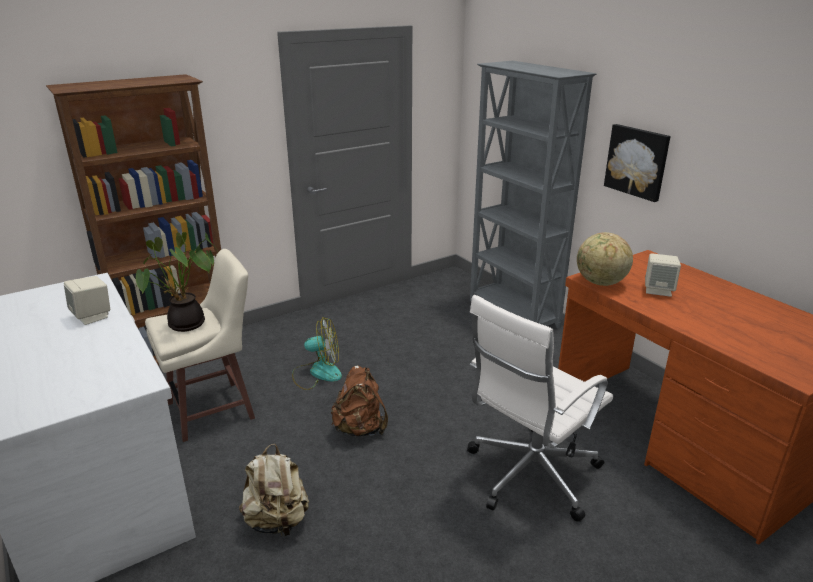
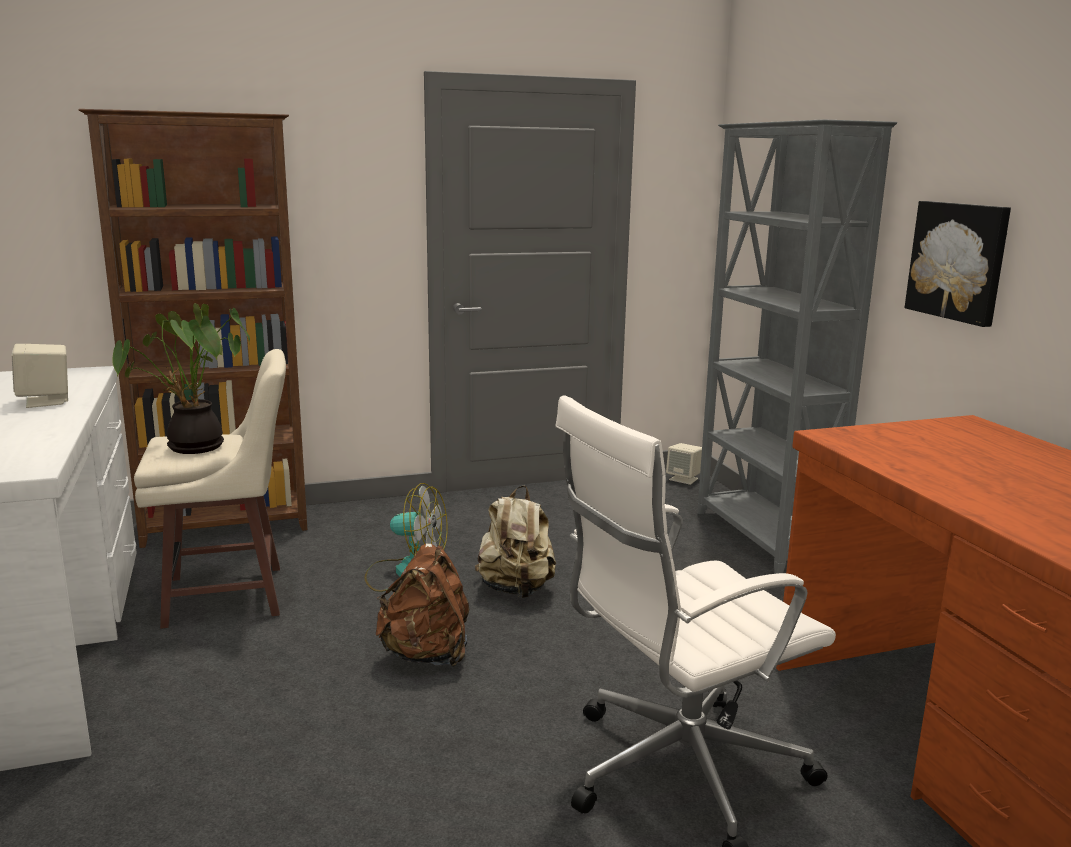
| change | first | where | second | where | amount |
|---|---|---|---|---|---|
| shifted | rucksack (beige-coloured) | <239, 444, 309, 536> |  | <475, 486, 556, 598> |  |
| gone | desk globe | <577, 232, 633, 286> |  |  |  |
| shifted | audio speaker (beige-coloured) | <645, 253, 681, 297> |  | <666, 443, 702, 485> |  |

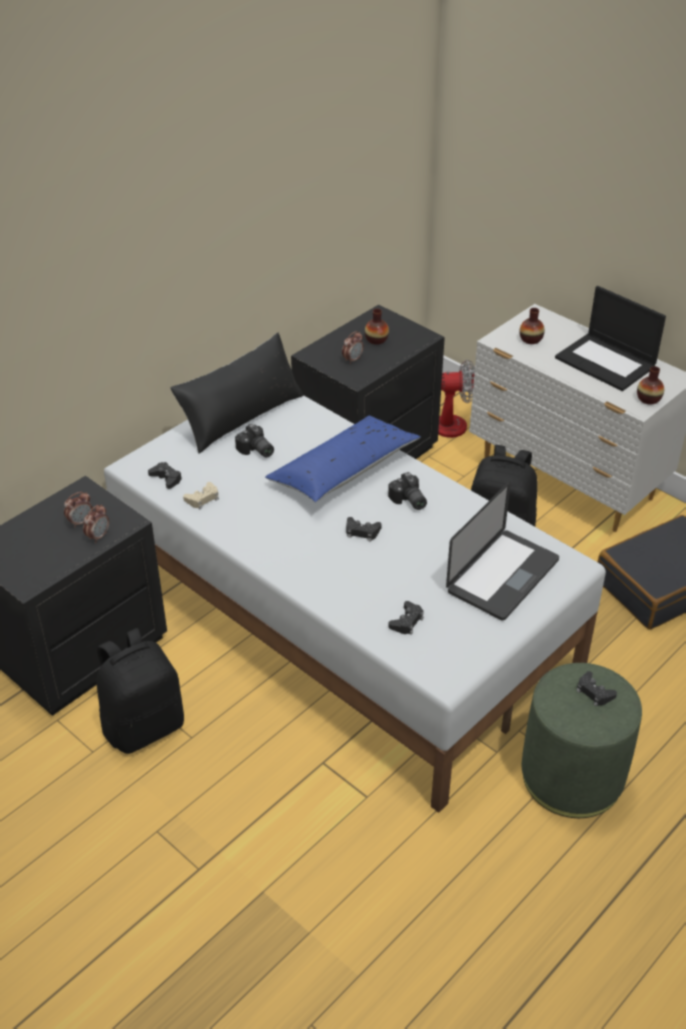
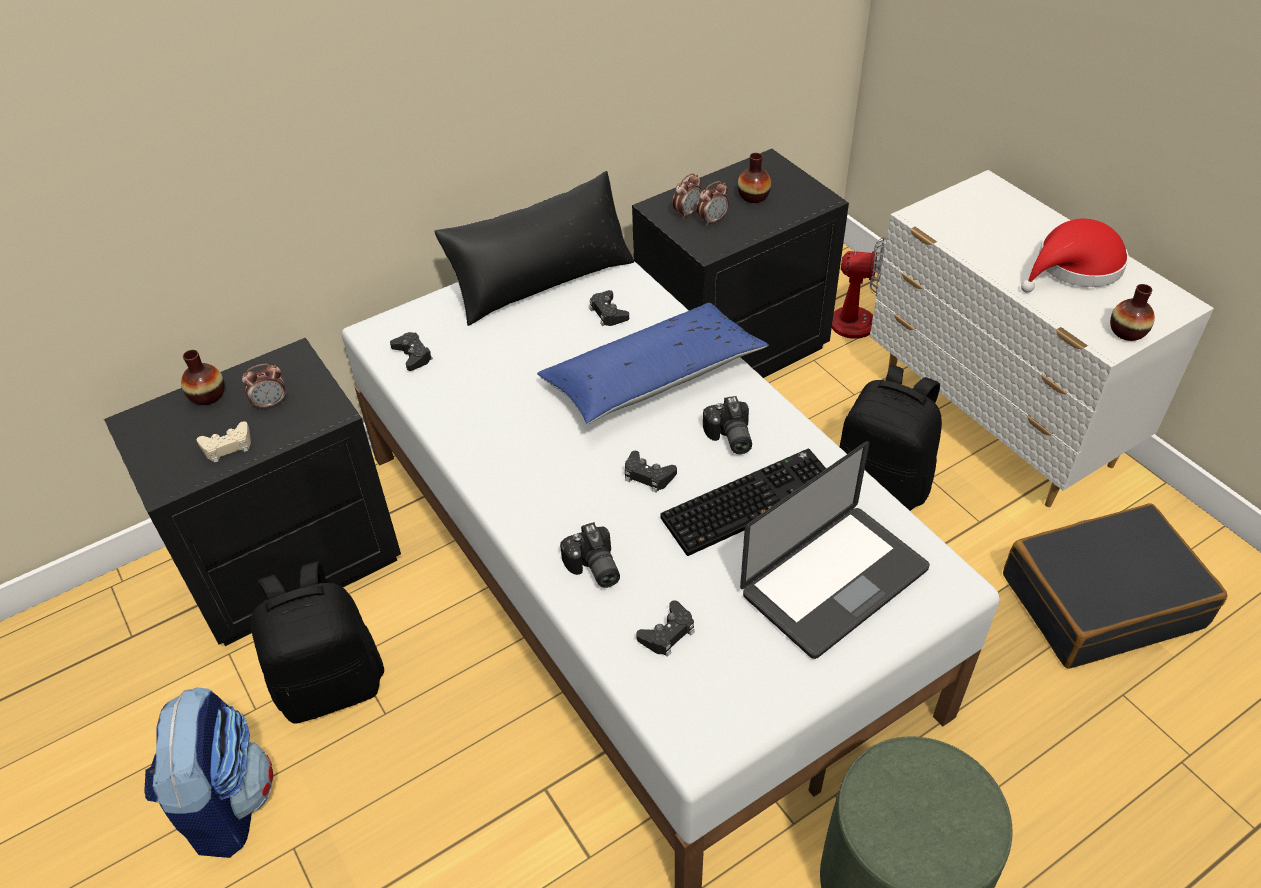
| change | first | where | second | where | amount |
|---|---|---|---|---|---|
| shifted | table clock | <83, 505, 109, 543> |  | <672, 173, 702, 219> |  |
| shifted | gamepad (beige-coloured) | <183, 482, 219, 509> |  | <197, 421, 251, 463> |  |
| shifted | still camera | <235, 423, 274, 457> |  | <560, 522, 620, 588> |  |
| shifted | flower vase | <520, 308, 545, 344> |  | <181, 350, 225, 405> |  |
| swapped | laptop | <555, 286, 666, 391> | wearable hat (red) | <1021, 219, 1129, 293> |  |
| shifted | gamepad (black) | <576, 671, 617, 707> |  | <590, 290, 629, 326> |  |
| new |  |  | rucksack | <144, 687, 273, 858> |  |
| new |  |  | computer keyboard | <660, 448, 826, 556> |  |

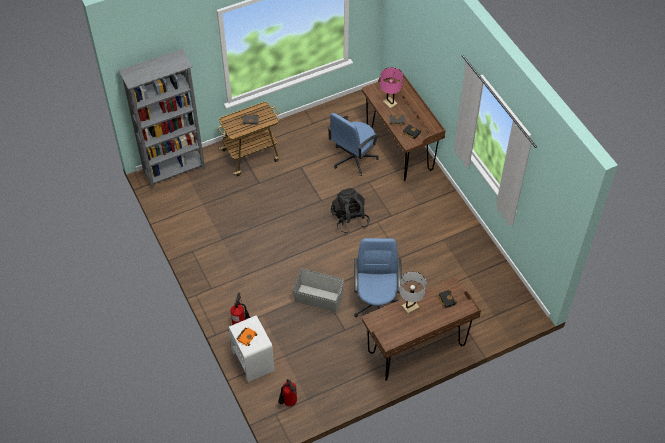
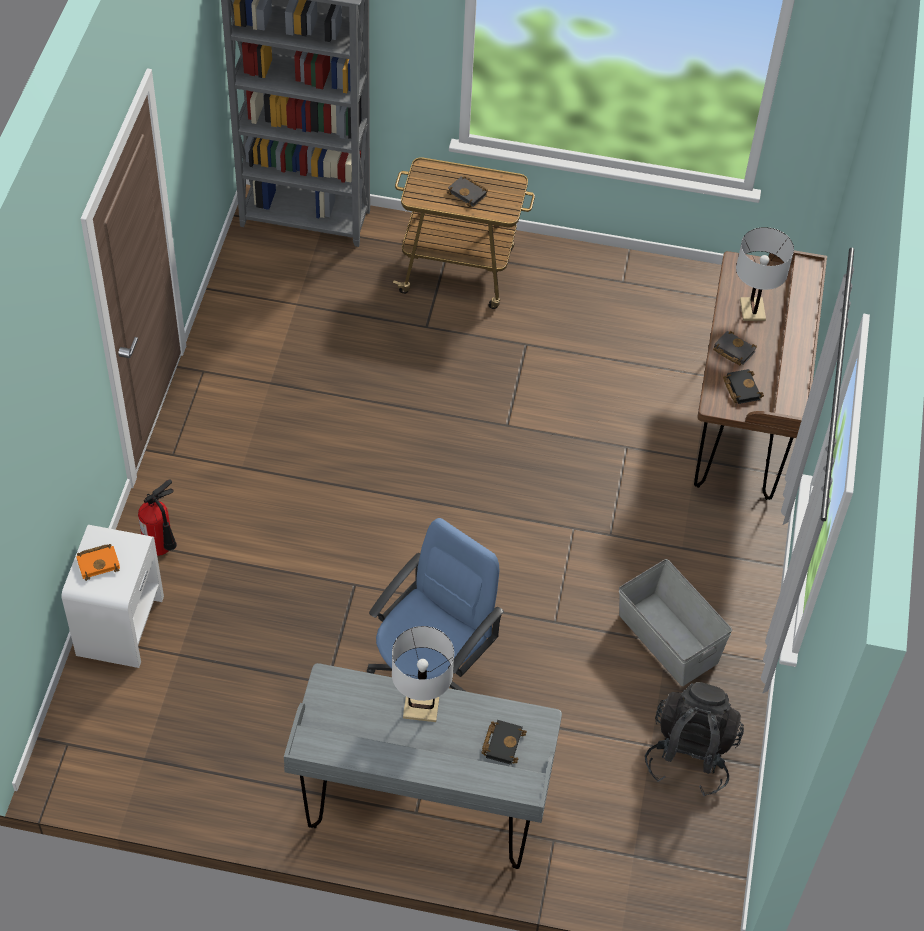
| change | first | where | second | where | amount |
|---|---|---|---|---|---|
| gone | fire-fighting cylinder | <278, 379, 297, 406> |  |  |  |
| shifted | storage container (gray) | <293, 269, 344, 312> |  | <619, 559, 732, 686> |  |
| gone | desk chair (bluish) | <328, 113, 379, 176> |  |  |  |
| shifted | rucksack (black) | <331, 188, 370, 233> |  | <645, 682, 744, 796> |  |
| repainted | desk (brown-coloured) | <362, 277, 481, 381> | desk (gray) | <284, 663, 562, 869> |  |
| repainted | lamp for a table (pinkish) | <380, 67, 403, 109> | lamp for a table (white-coloured) | <736, 227, 794, 321> |  |

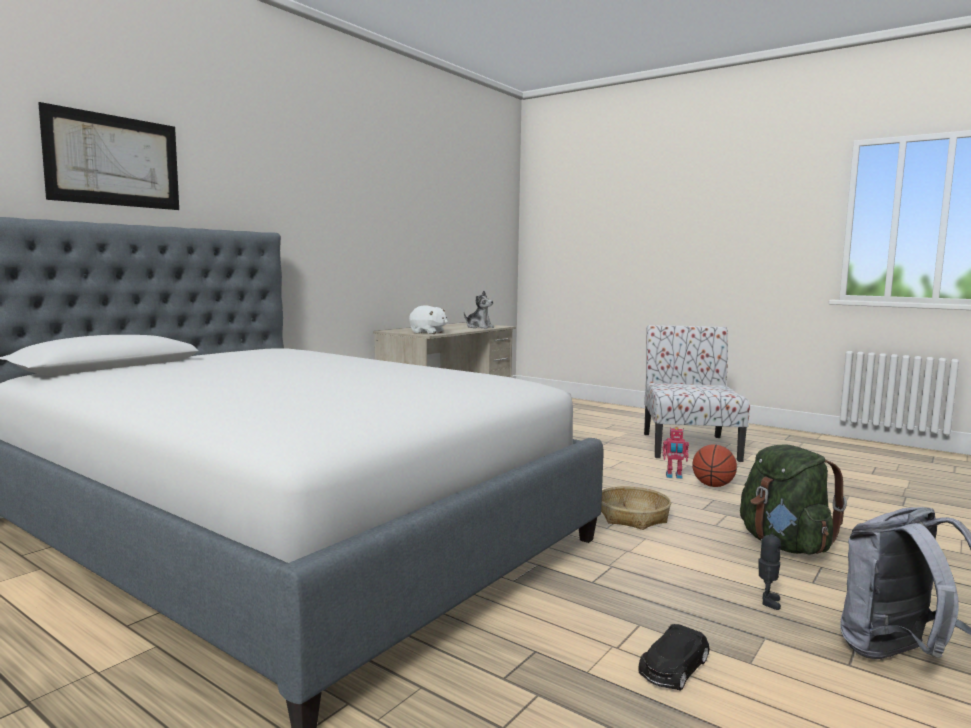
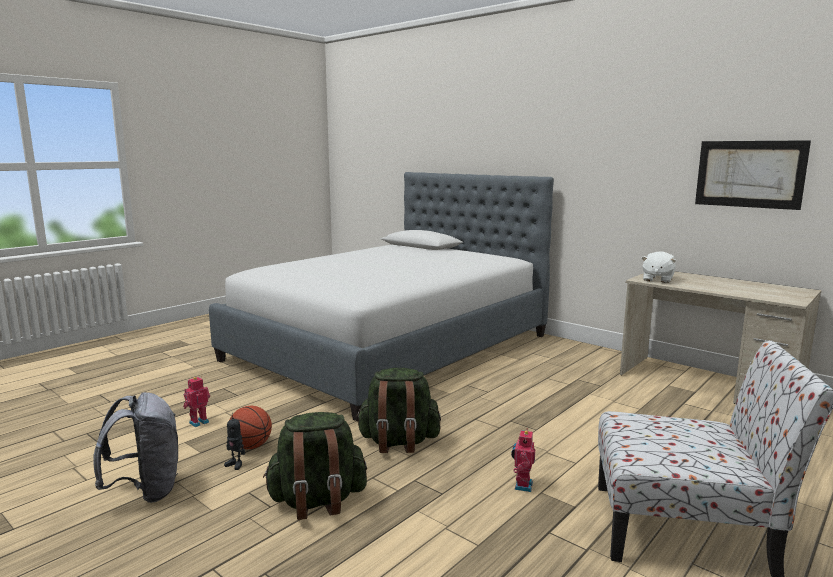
| change | first | where | second | where | amount |
|---|---|---|---|---|---|
| shifted | picture | <38, 102, 179, 210> |  | <695, 140, 811, 210> |  |
| gone | soft toy | <464, 291, 494, 329> |  |  |  |
| swapped | basket | <601, 486, 671, 530> | rucksack (green) | <356, 368, 441, 453> |  |
| swapped | miniature car (black) | <638, 624, 709, 691> | robot figure | <183, 377, 210, 427> |  |
| shifted | basketball ball | <692, 444, 737, 487> |  | <230, 406, 272, 449> |  |

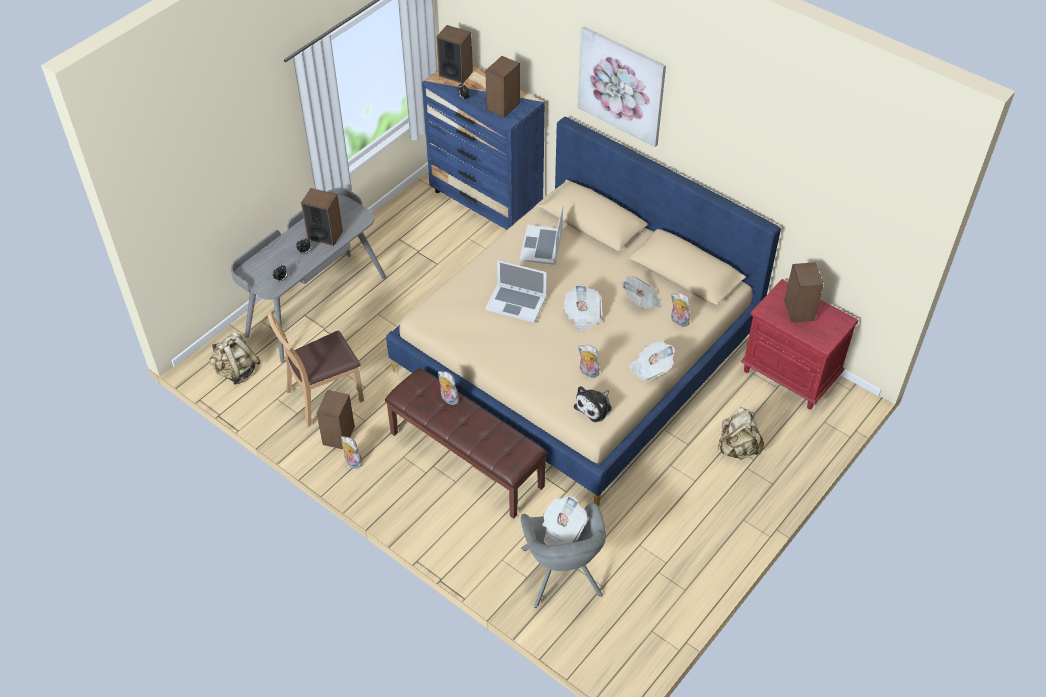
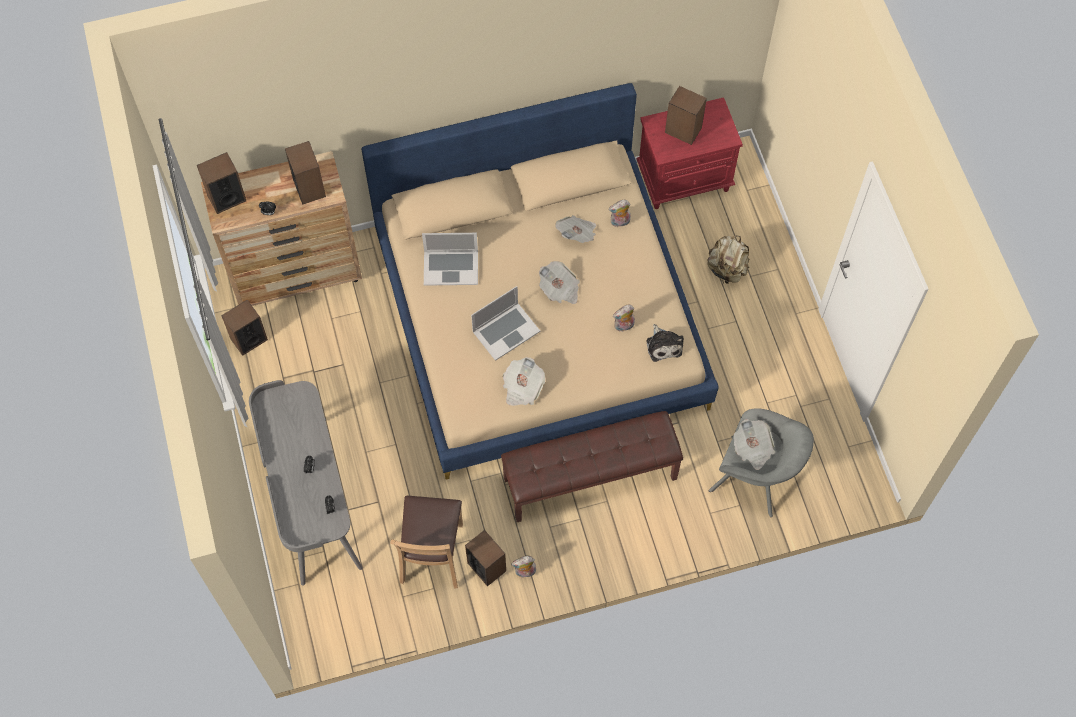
| change | first | where | second | where | amount |
|---|---|---|---|---|---|
| gone | rucksack (beige-coloured) | <210, 332, 260, 385> |  |  |  |
| shifted | audio speaker | <301, 188, 343, 246> |  | <221, 300, 268, 356> |  |
| repainted | dresser (bluish) | <422, 66, 545, 230> | dresser (brown-coloured) | <201, 151, 362, 306> |  |
| gone | soft toy | <438, 371, 459, 405> |  |  |  |
| rotated | laptop | <520, 205, 563, 265> |  | <422, 233, 478, 286> | 45 degrees counterclockwise |
| gone | picture | <578, 27, 666, 147> |  |  |  |
| shifted | daily paper | <629, 341, 675, 382> |  | <503, 357, 546, 406> |  |

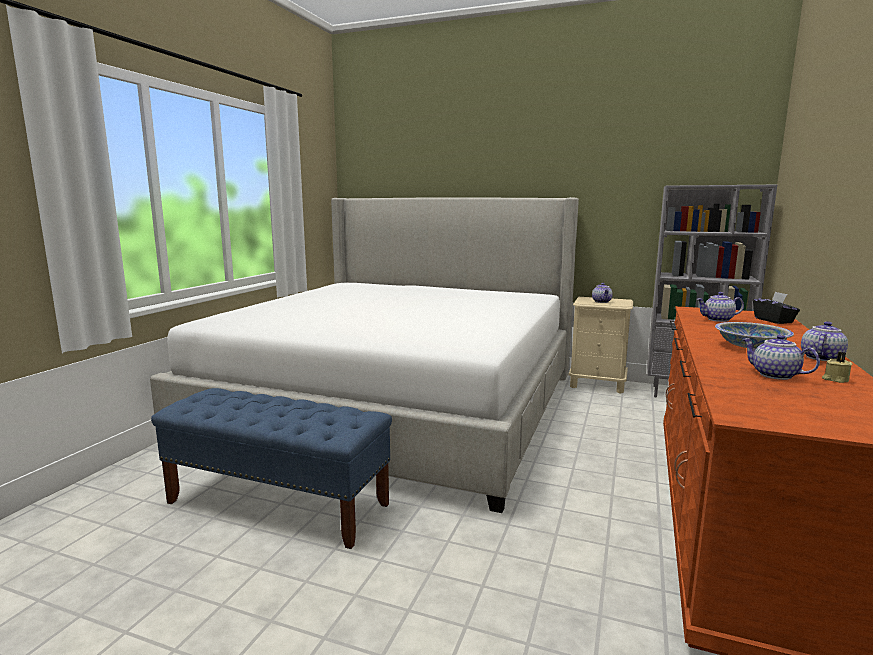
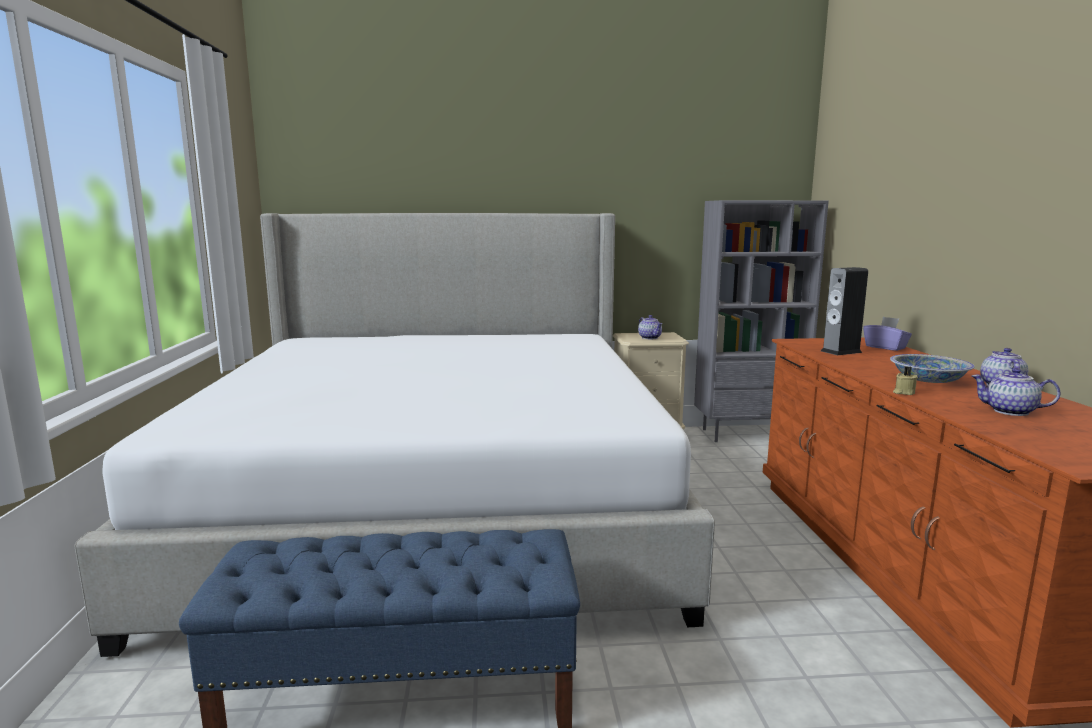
| change | first | where | second | where | amount |
|---|---|---|---|---|---|
| swapped | pot for tea | <696, 292, 744, 322> | audio speaker | <821, 267, 868, 355> |  |
| repainted | tissue box (black) | <753, 292, 800, 324> | tissue box (purple-coloured) | <863, 317, 912, 351> |  |
| shifted | wax candle (beige-coloured) | <822, 352, 853, 383> |  | <893, 366, 918, 395> |  |

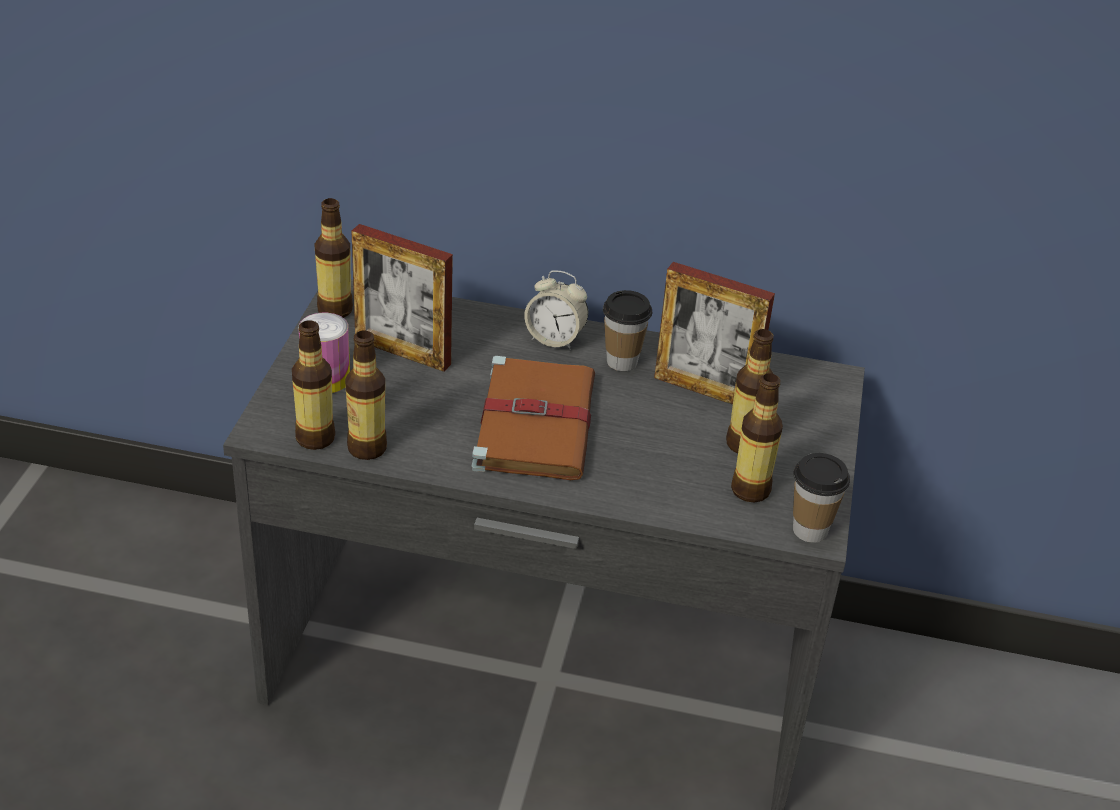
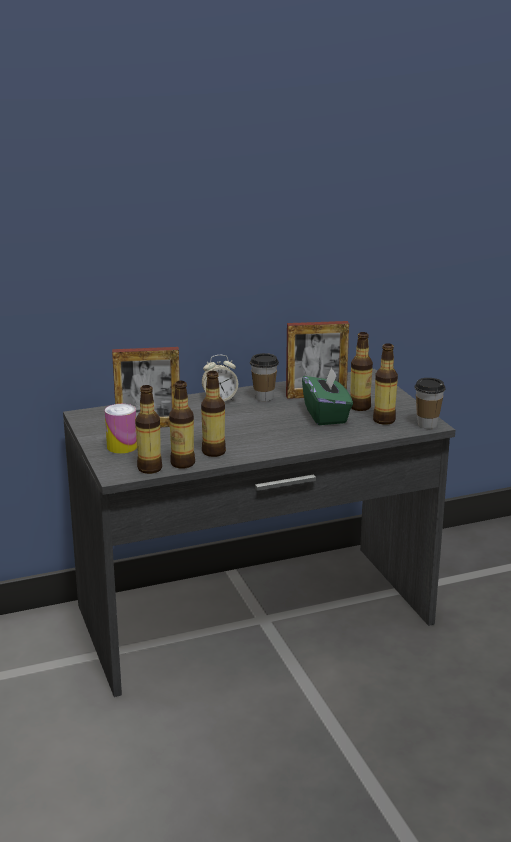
| change | first | where | second | where | amount |
|---|---|---|---|---|---|
| shifted | bottle | <314, 198, 353, 318> |  | <201, 371, 226, 457> |  |
| gone | book (brown-coloured) | <471, 356, 595, 480> |  |  |  |
| new |  |  | tissue box (green) | <302, 367, 353, 425> |  |

